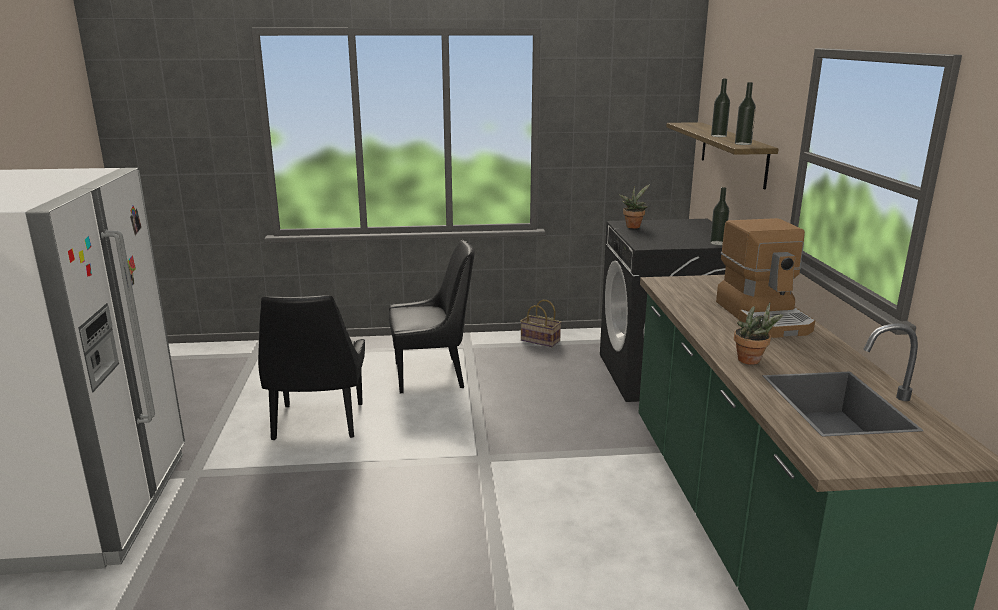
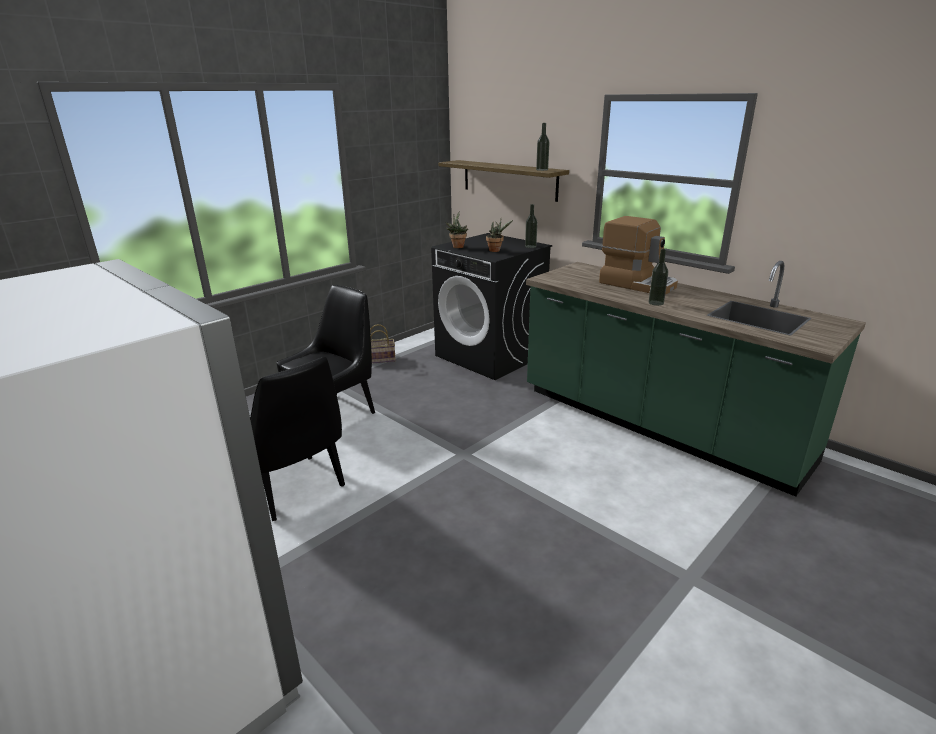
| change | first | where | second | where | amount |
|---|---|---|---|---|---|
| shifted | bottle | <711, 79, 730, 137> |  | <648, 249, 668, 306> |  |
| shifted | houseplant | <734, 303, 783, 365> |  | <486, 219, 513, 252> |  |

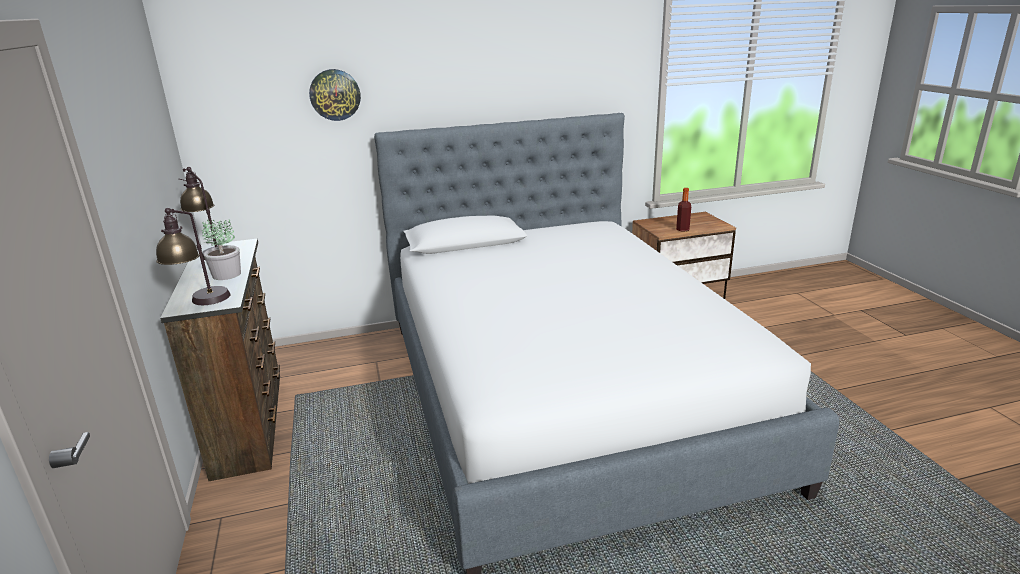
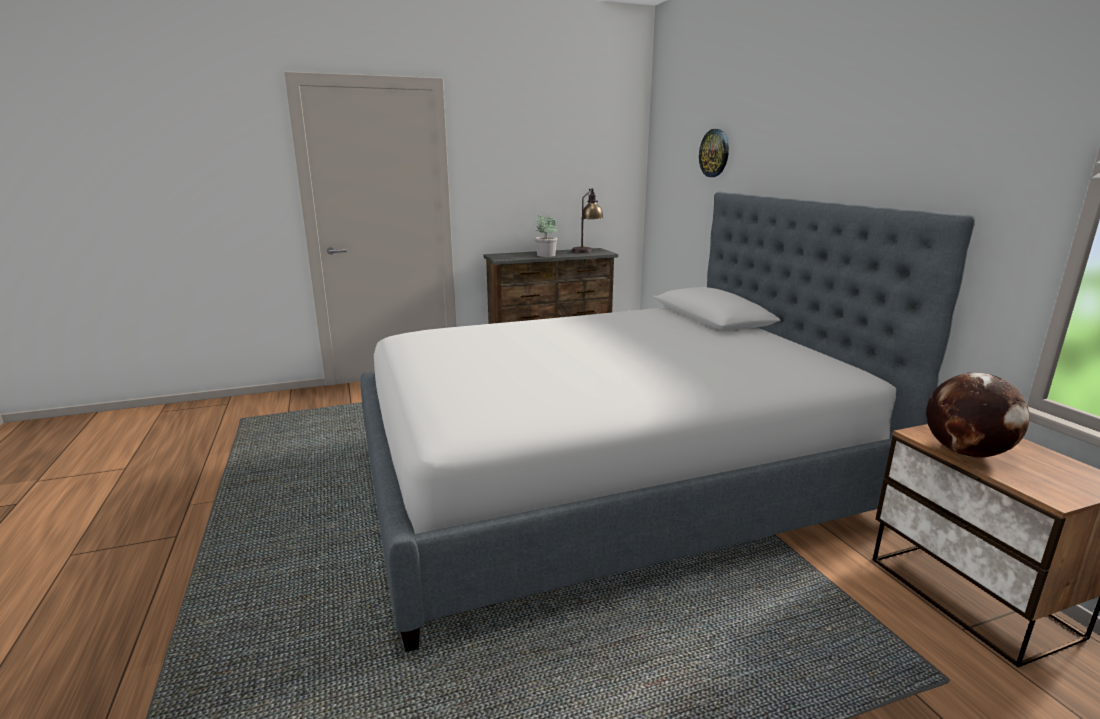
| change | first | where | second | where | amount |
|---|---|---|---|---|---|
| gone | lamp for a table | <156, 208, 231, 305> |  |  |  |
| swapped | bottle | <676, 188, 691, 232> | desk globe | <926, 373, 1029, 458> |  |

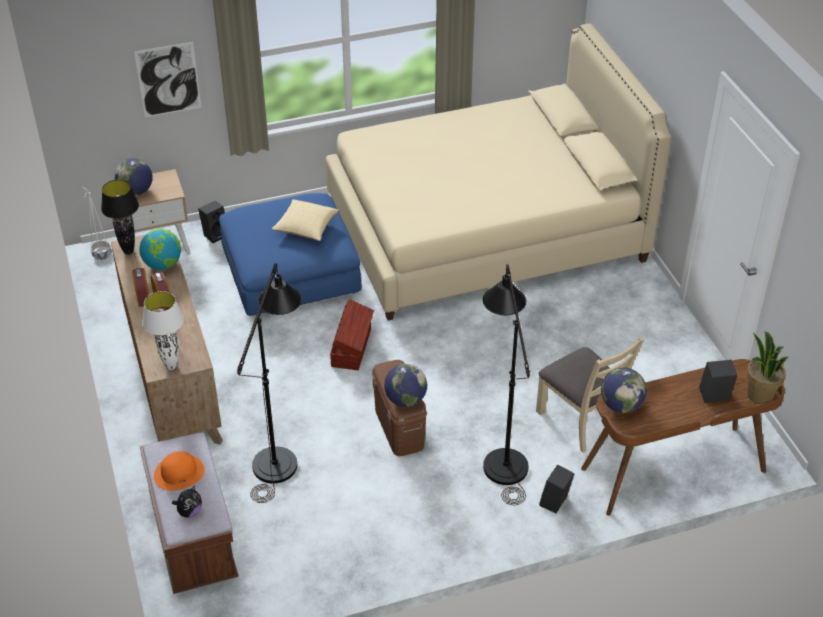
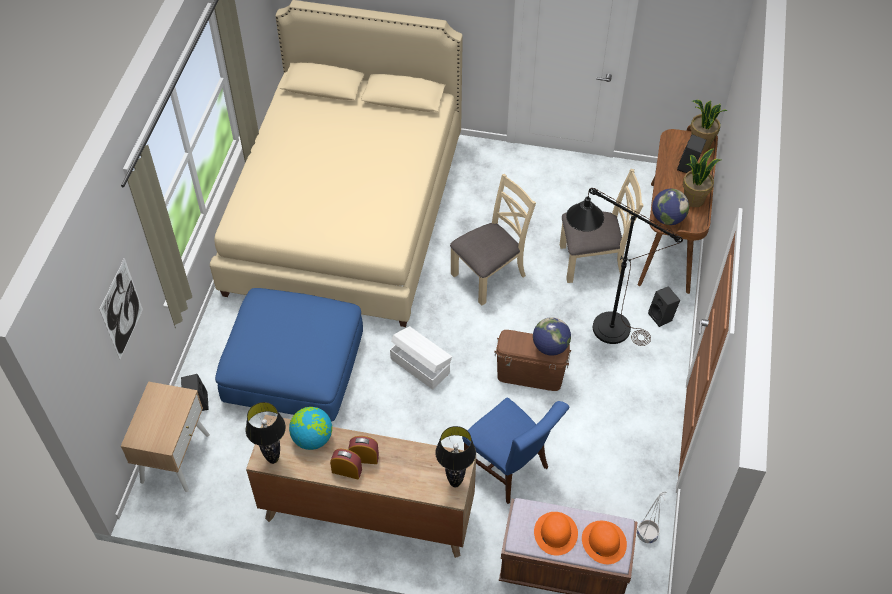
| change | first | where | second | where | amount |
|---|---|---|---|---|---|
| shifted | flower pot (white-coloured) | <82, 187, 111, 260> |  | <637, 492, 668, 543> |  |
| gone | desk globe | <115, 158, 152, 196> |  |  |  |
| repainted | lamp for a table (white-coloured) | <142, 291, 184, 370> | lamp for a table (black) | <435, 426, 476, 488> |  |
| swapped | soft toy | <172, 485, 202, 518> | wearable hat (orange) | <582, 521, 627, 564> |  |
| swapped | standard lamp (black) | <237, 263, 302, 503> | plain chair (bluish) | <462, 397, 570, 504> |  |
| gone | throw pillow | <272, 199, 339, 241> |  |  |  |
| repainted | storage container (brown-coloured) | <330, 299, 374, 370> | storage container (white-coloured) | <390, 326, 452, 390> |  |
| new |  |  | plain chair (beige-coloured) | <450, 174, 536, 306> |  |
| new |  |  | houseplant | <683, 148, 721, 207> |  |

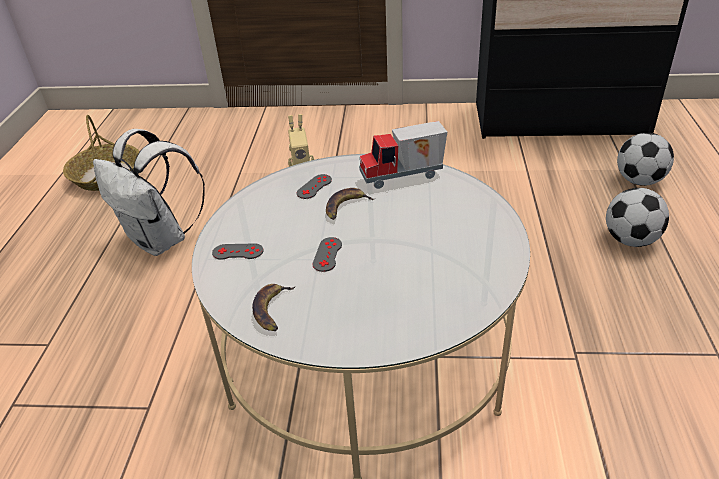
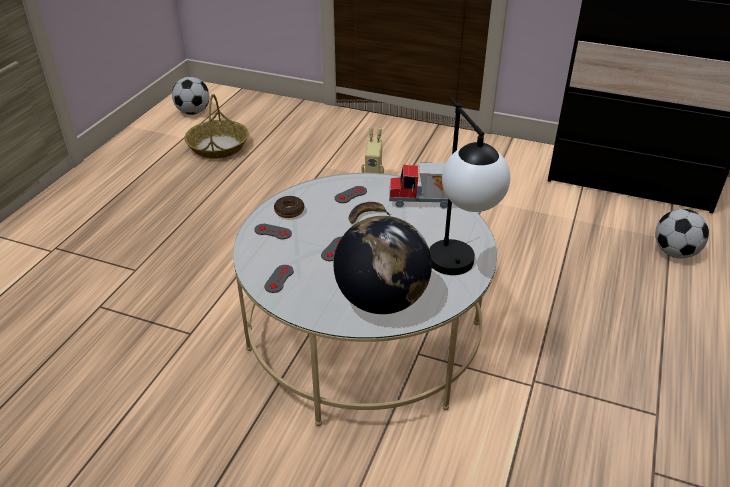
| change | first | where | second | where | amount |
|---|---|---|---|---|---|
| gone | rucksack (white-coloured) | <93, 129, 205, 256> |  |  |  |
| swapped | banana | <252, 284, 295, 331> | gamepad (gray) | <264, 265, 294, 293> |  |
| shifted | ball for football | <606, 188, 669, 247> |  | <172, 77, 210, 115> |  |
| new |  |  | doughnut | <274, 196, 304, 218> |  |
| new |  |  | desk globe | <334, 216, 432, 314> |  |
| new |  |  | lamp for a table | <429, 98, 510, 275> |  |

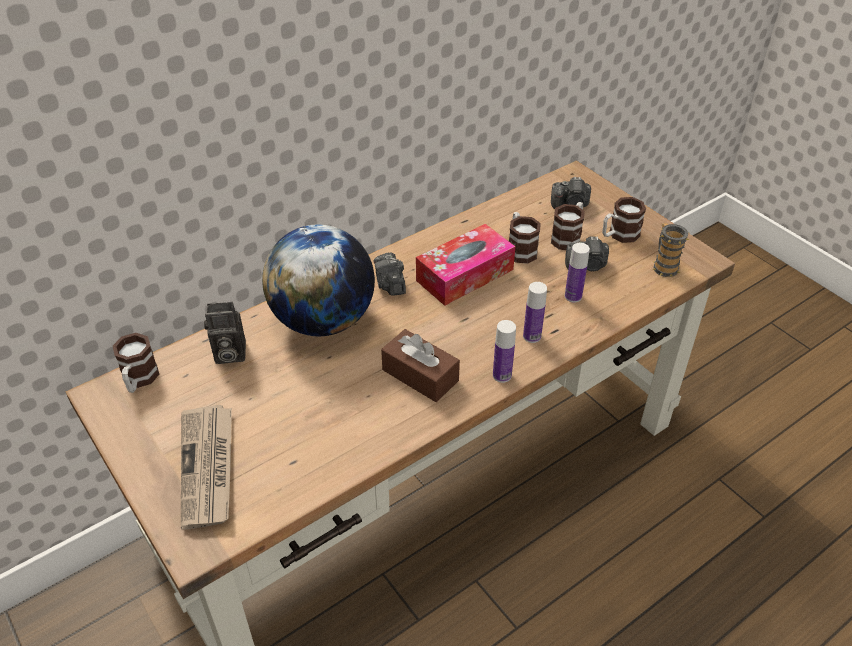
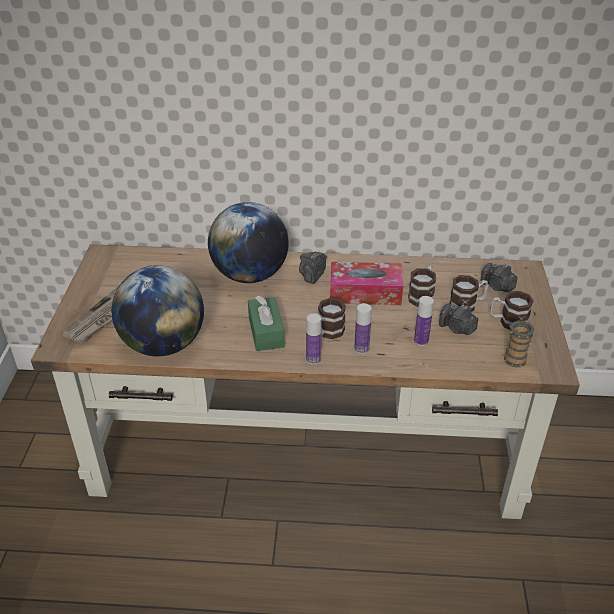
| change | first | where | second | where | amount |
|---|---|---|---|---|---|
| shifted | tea mug | <113, 333, 159, 393> |  | <318, 298, 346, 339> |  |
| gone | still camera | <204, 302, 246, 364> |  |  |  |
| repainted | tissue box (brown-coloured) | <381, 329, 460, 402> | tissue box (green) | <248, 296, 285, 351> |  |
| new |  |  | desk globe | <112, 265, 204, 356> |  |

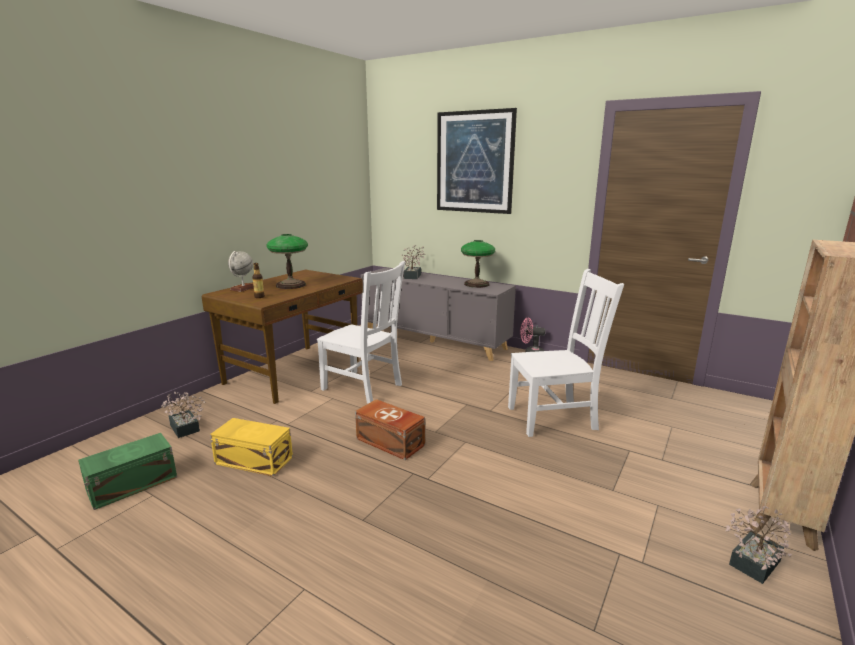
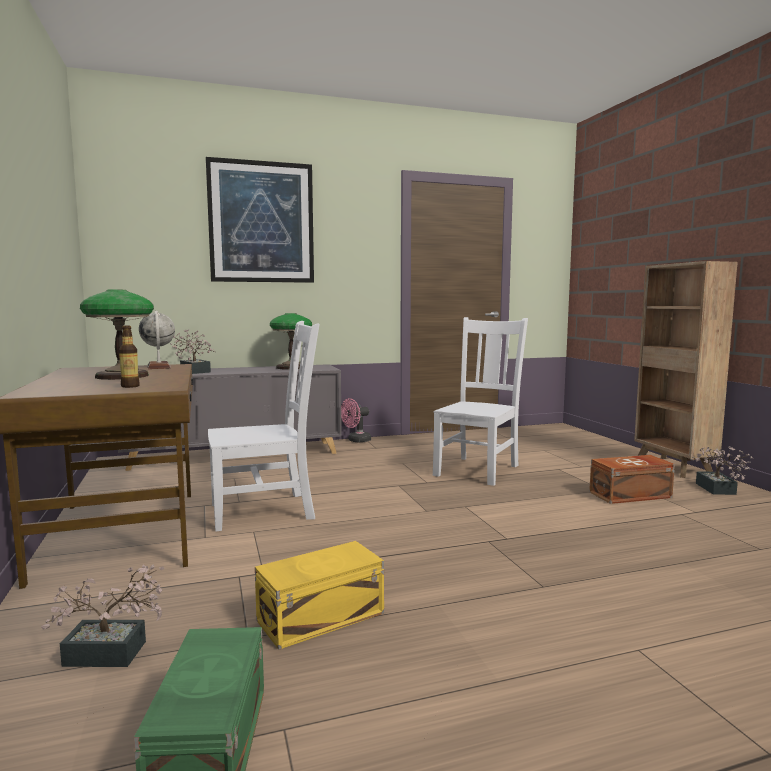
| change | first | where | second | where | amount |
|---|---|---|---|---|---|
| shifted | desk globe | <228, 251, 254, 292> |  | <139, 311, 175, 369> |  |
| shifted | storage container (brown-coloured) | <355, 399, 425, 460> |  | <589, 455, 675, 504> |  |

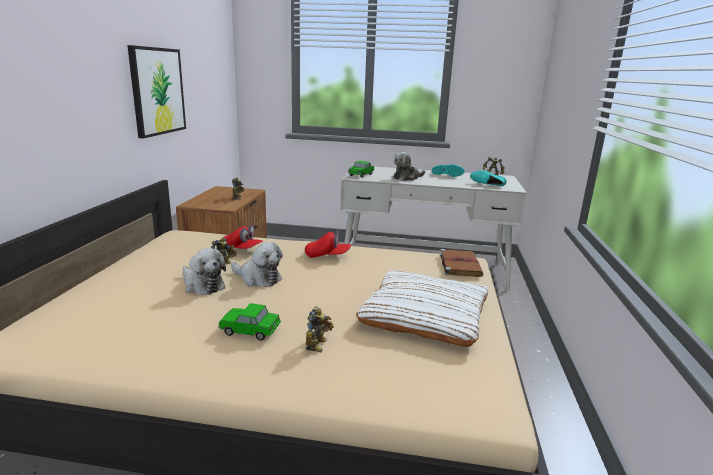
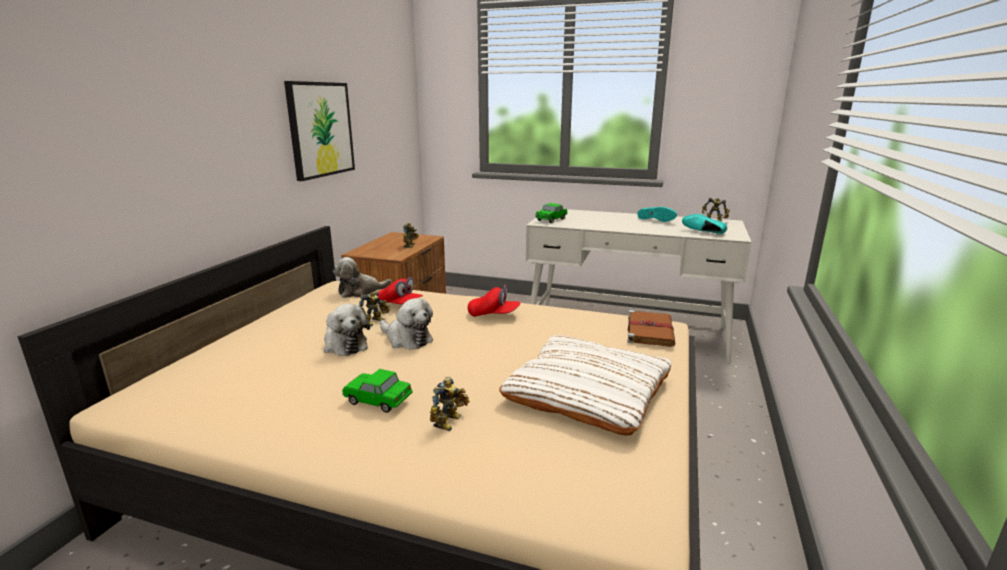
| change | first | where | second | where | amount |
|---|---|---|---|---|---|
| shifted | soft toy | <393, 152, 425, 181> |  | <333, 257, 392, 298> |  |

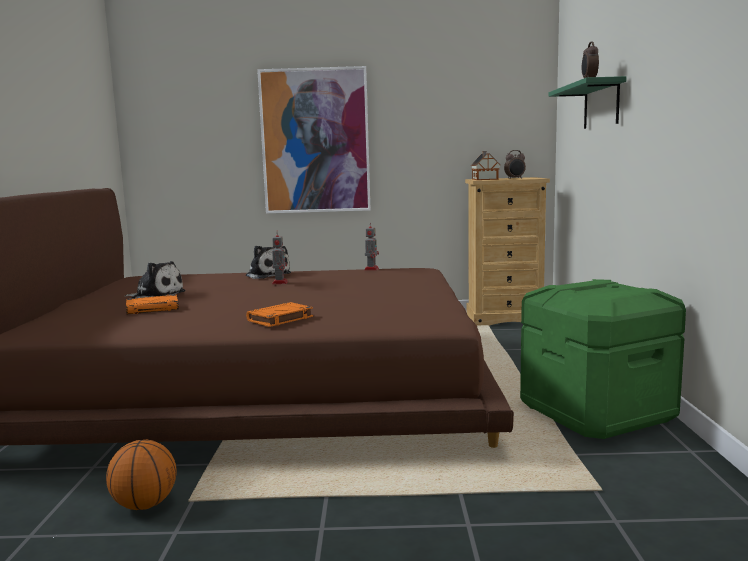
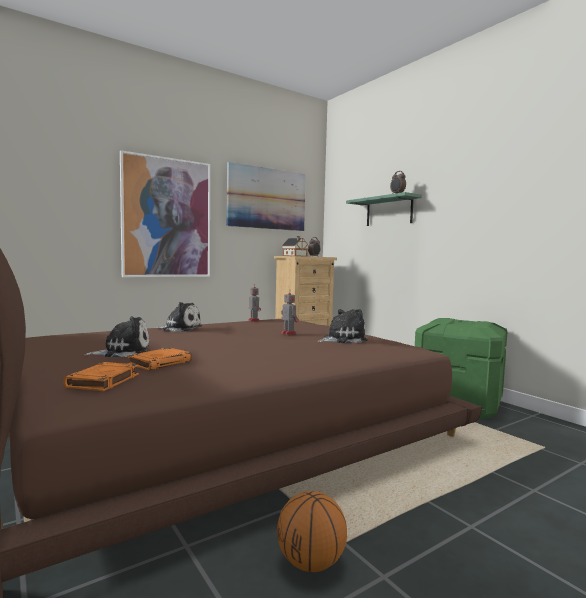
| change | first | where | second | where | amount |
|---|---|---|---|---|---|
| shifted | book (orange) | <246, 302, 313, 327> |  | <63, 362, 139, 391> |  |
| shifted | robot figure | <272, 232, 288, 284> |  | <281, 289, 299, 335> |  |
| new |  |  | picture | <227, 162, 306, 231> |  |
| new |  |  | soft toy | <317, 309, 368, 343> |  |

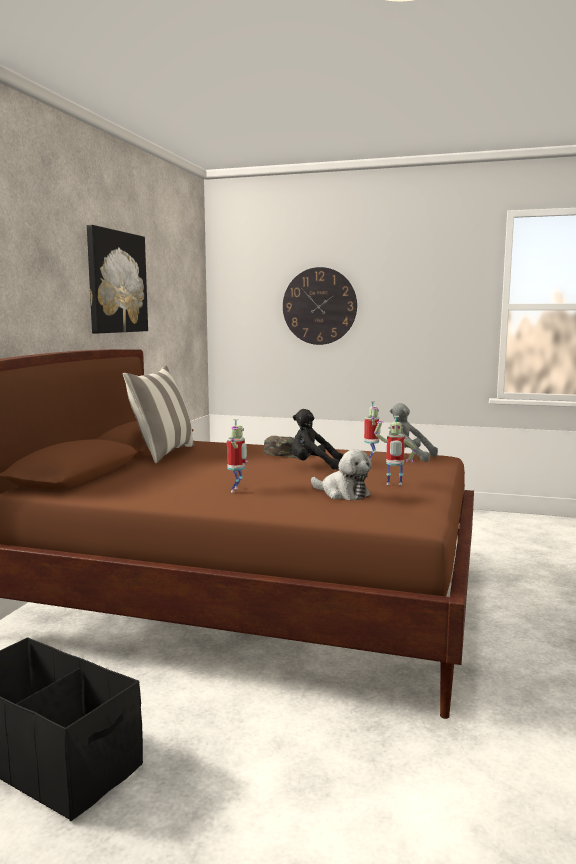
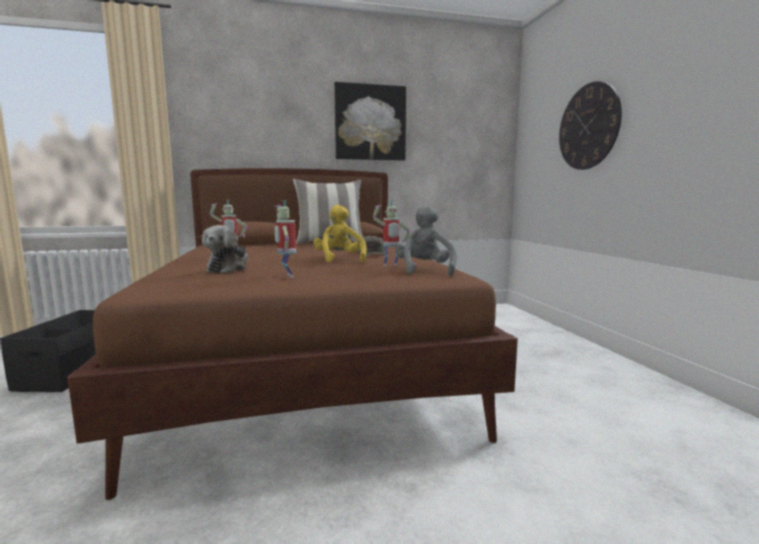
| change | first | where | second | where | amount |
|---|---|---|---|---|---|
| repainted | soft toy (black) | <292, 409, 343, 470> | soft toy (yellow) | <314, 205, 367, 263> |  |

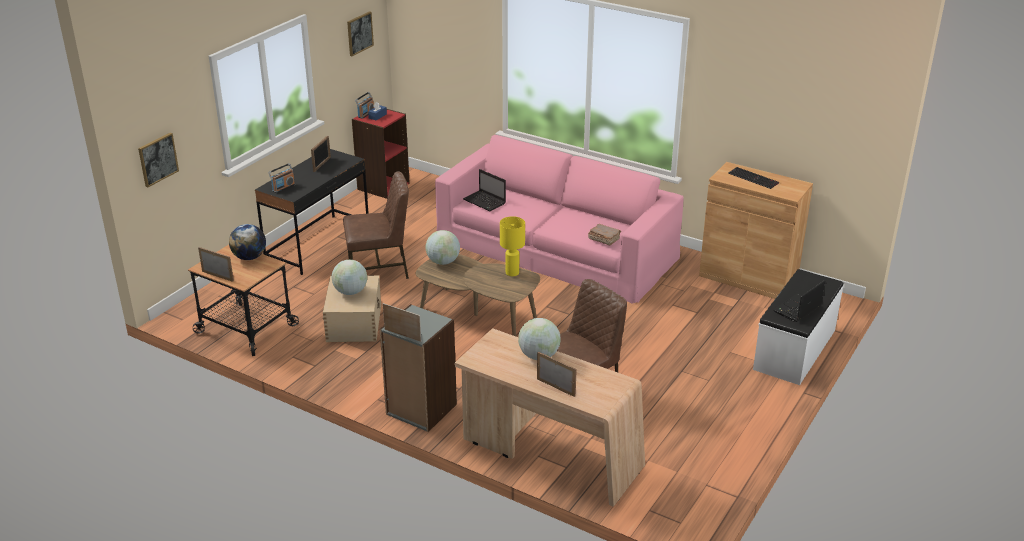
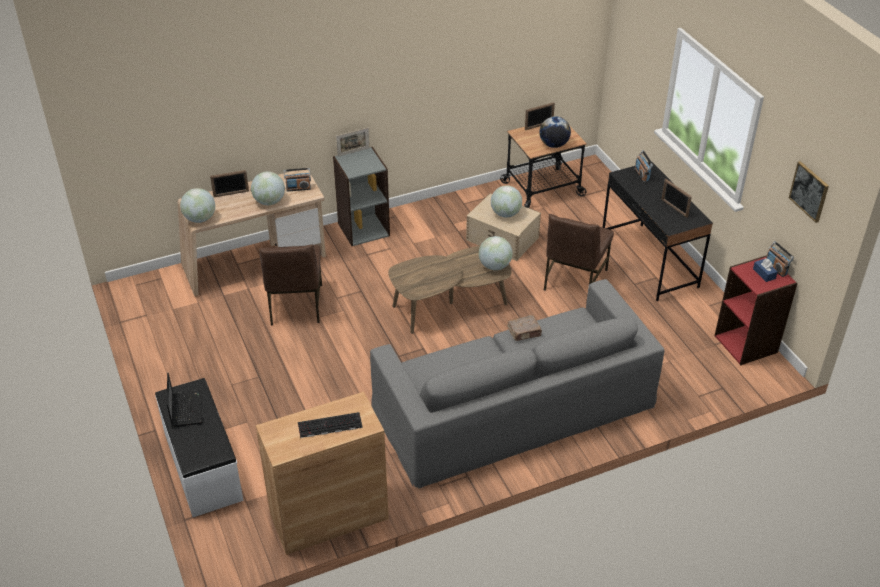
| change | first | where | second | where | amount |
|---|---|---|---|---|---|
| gone | picture | <138, 133, 179, 187> |  |  |  |
| repainted | couch (pinkish) | <435, 135, 684, 304> | couch (gray) | <370, 279, 664, 489> |  |
| gone | laptop | <463, 169, 506, 211> |  |  |  |
| gone | lamp for a table (yellow) | <500, 216, 525, 276> |  |  |  |
| shifted | book (brown-coloured) | <588, 224, 621, 246> |  | <507, 315, 542, 341> |  |
| new |  |  | desk globe | <180, 188, 215, 223> |  |
| new |  |  | radio set | <284, 168, 311, 192> |  |

